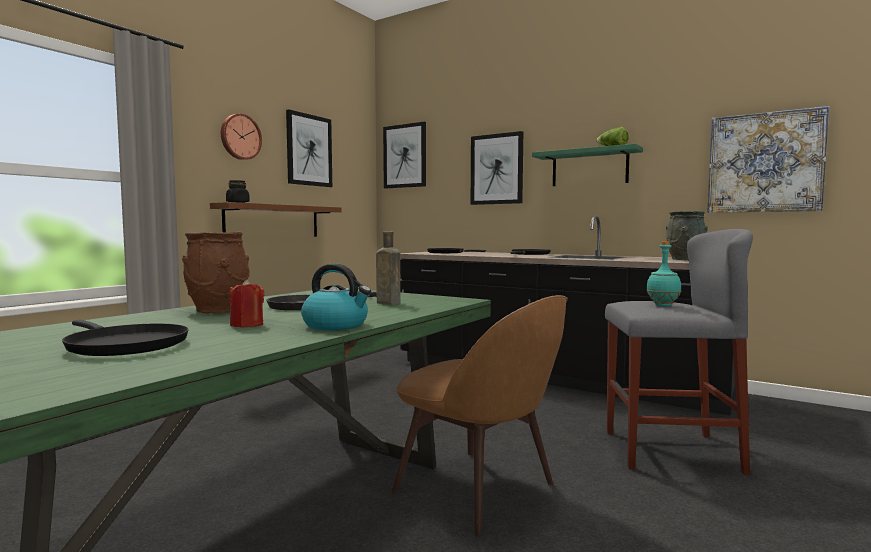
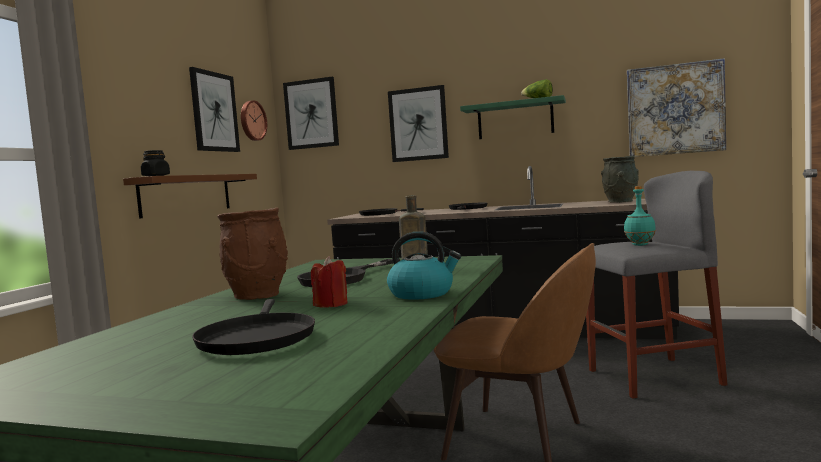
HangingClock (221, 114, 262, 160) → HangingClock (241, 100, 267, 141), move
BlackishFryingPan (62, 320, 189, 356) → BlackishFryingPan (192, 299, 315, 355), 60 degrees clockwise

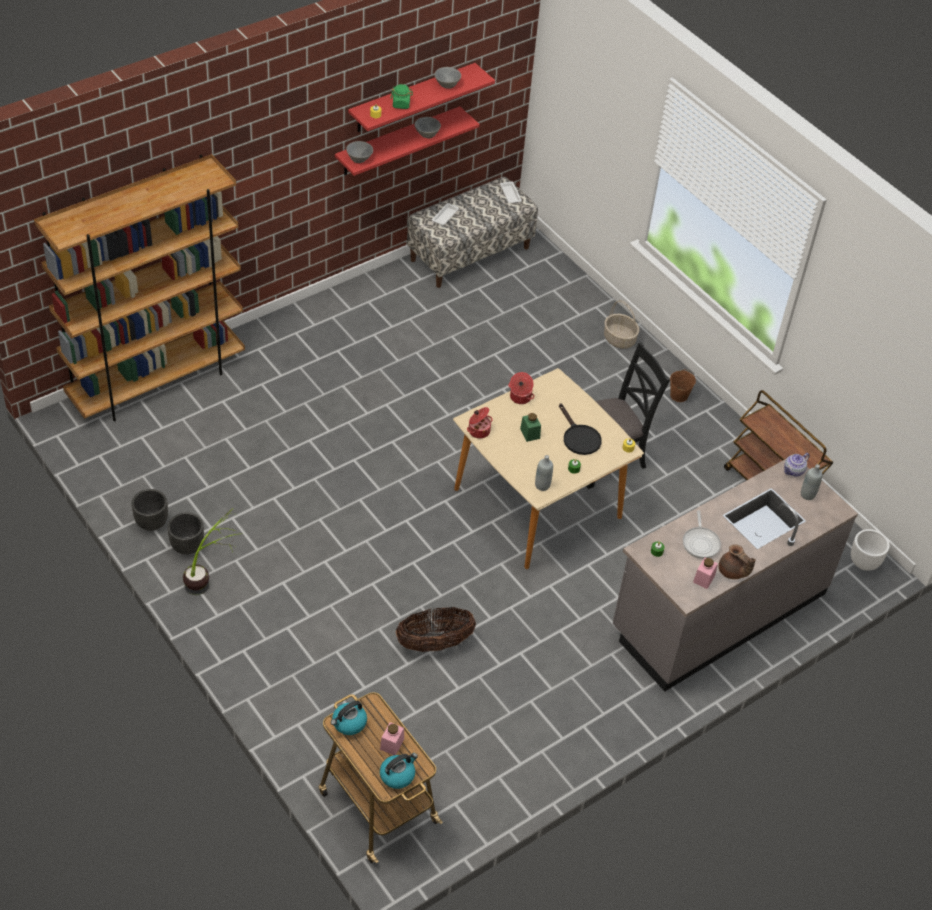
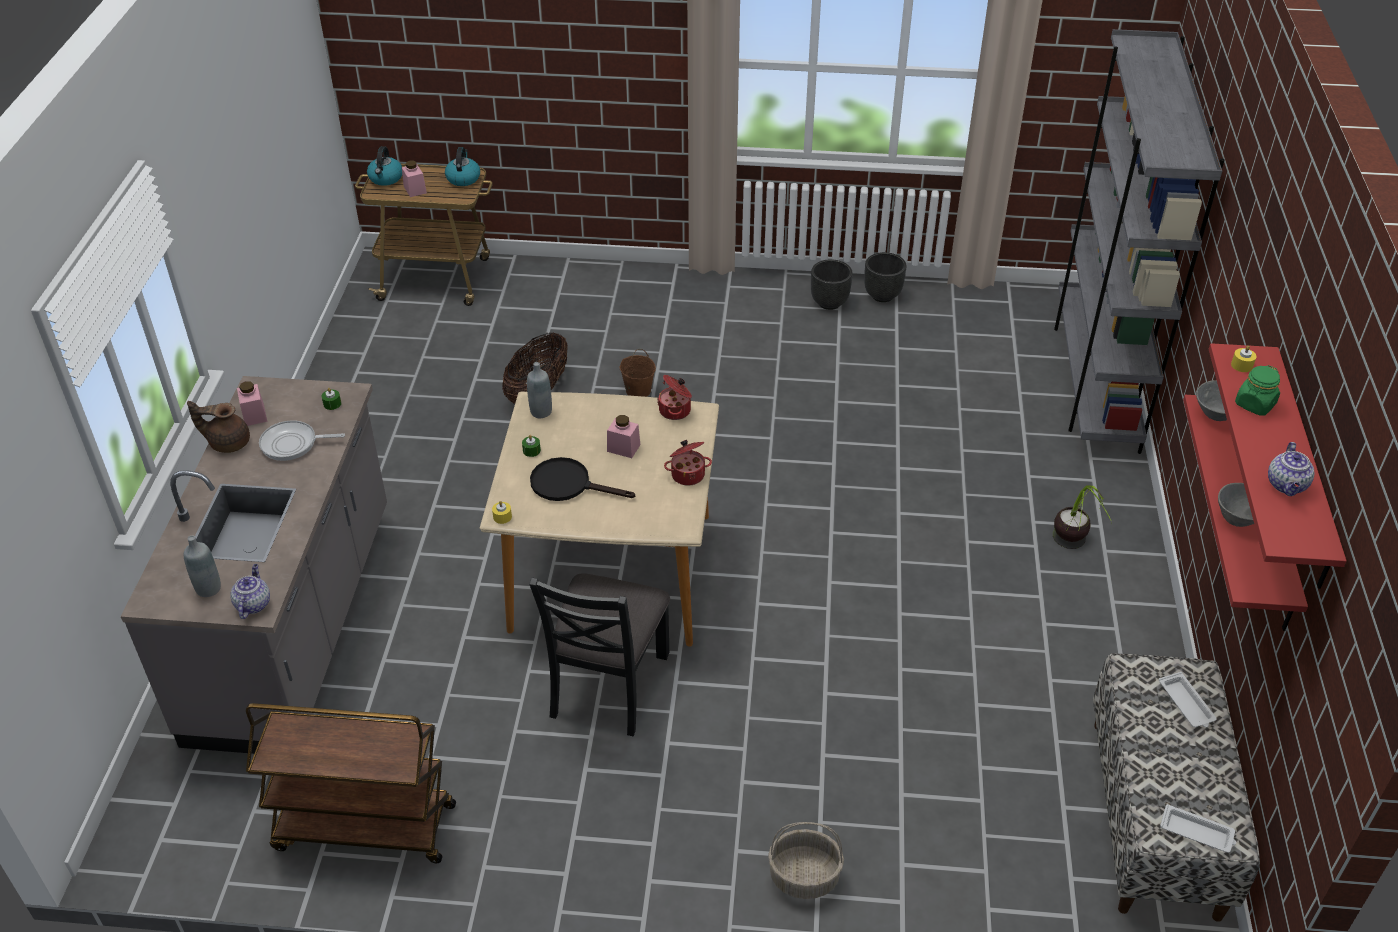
GrayServingBowl (434, 67, 461, 89) → Teapot (1268, 442, 1314, 496)
BrownShelvingUnit (34, 154, 245, 421) → GrayShelvingUnit (1054, 29, 1225, 454)
BrownWaterBucket (670, 369, 696, 402) → BrownWaterBucket (620, 349, 656, 397), move
GreenColouredJar (520, 413, 541, 442) → PinkColouredJar (607, 415, 640, 458)
PottedPlant (183, 508, 237, 595) → PottedPlant (1053, 486, 1112, 549), move
FryingPan (683, 510, 721, 559) → FryingPan (259, 420, 345, 461), 45 degrees counterclockwise
WhitishPlantPot (851, 529, 890, 570) → -

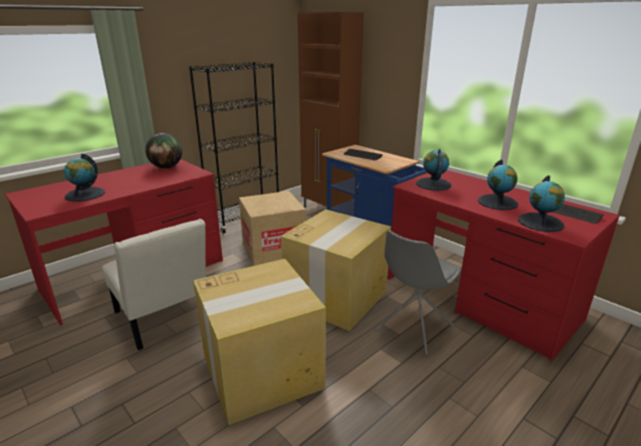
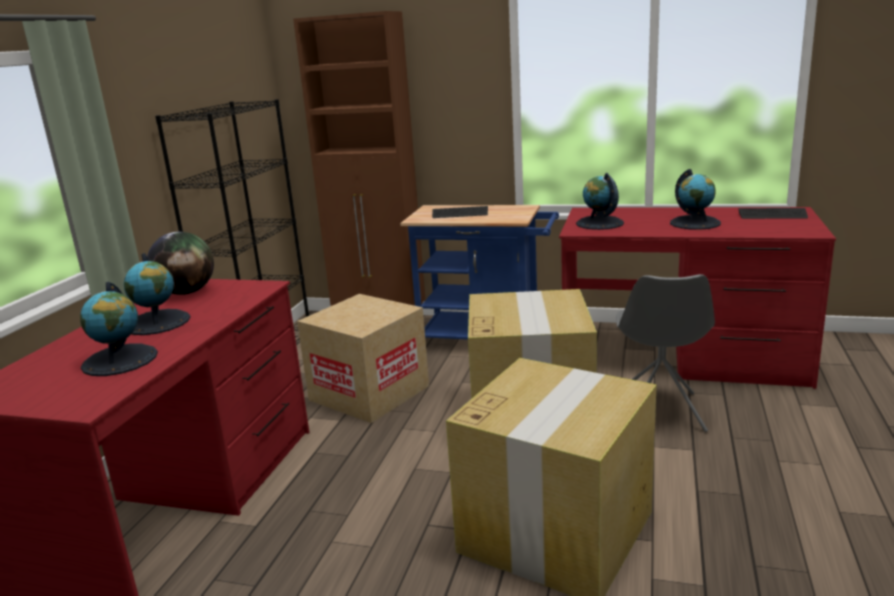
Globe (518, 175, 565, 232) → Globe (124, 253, 190, 335), move
WhitishUprightChair (102, 219, 206, 350) → -

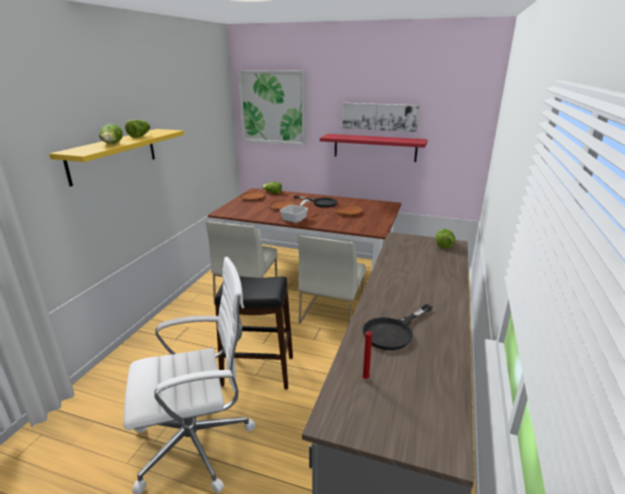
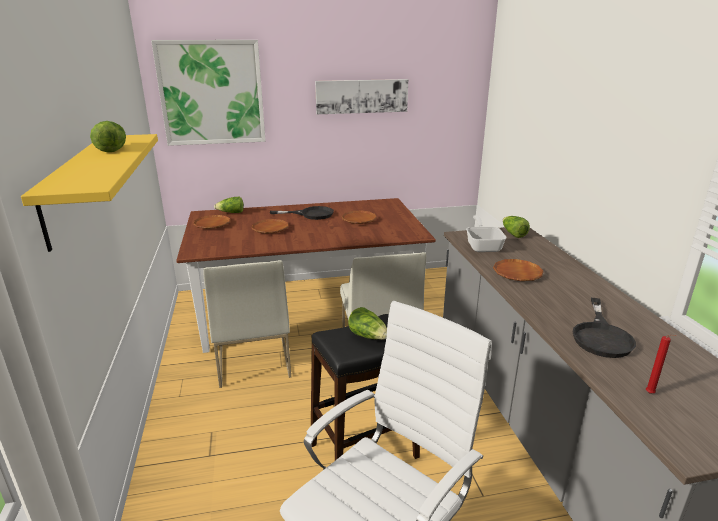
LettuceHead (99, 124, 123, 144) → LettuceHead (348, 307, 387, 340), move
RedShelf (320, 134, 428, 162) → -
FryingPan (280, 199, 310, 223) → FryingPan (466, 215, 507, 252), move
- → BrownFlatDish (493, 259, 544, 281)

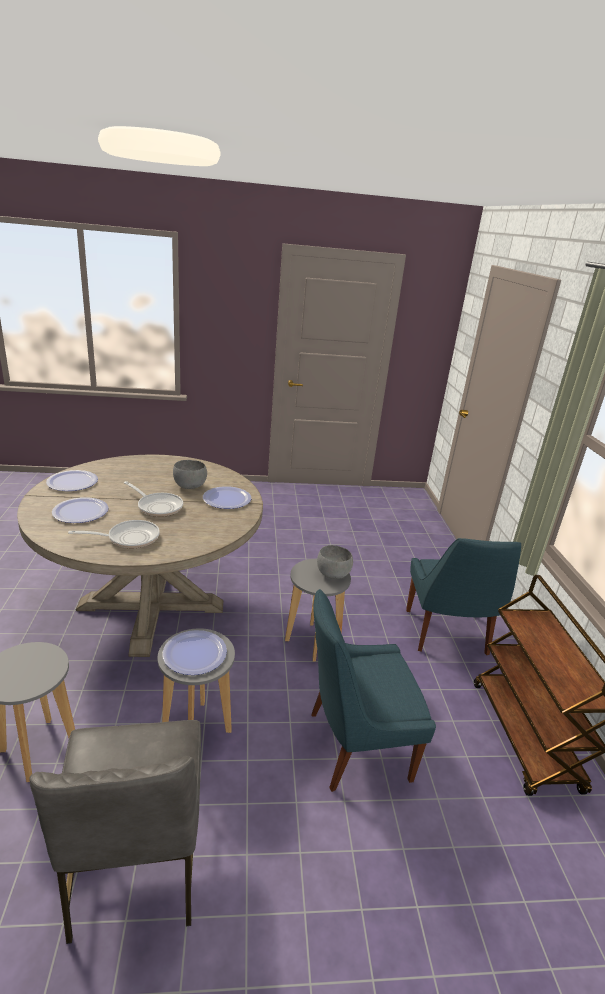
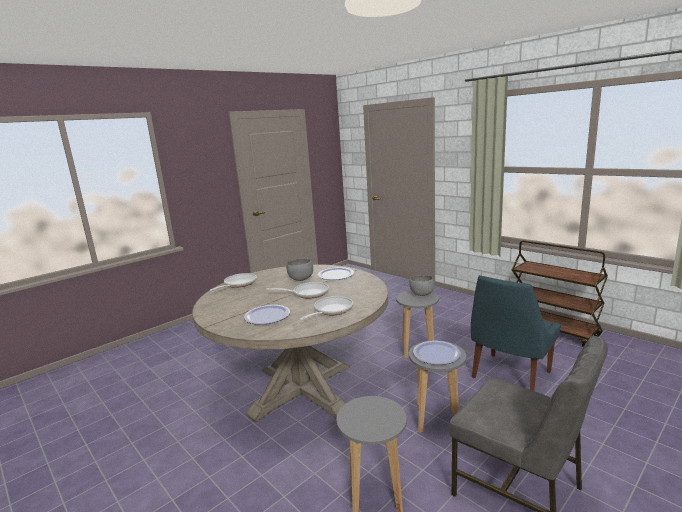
FlatDish (46, 470, 98, 491) → -
BluishUprightChair (406, 538, 521, 655) → -
- → FryingPan (210, 273, 257, 291)

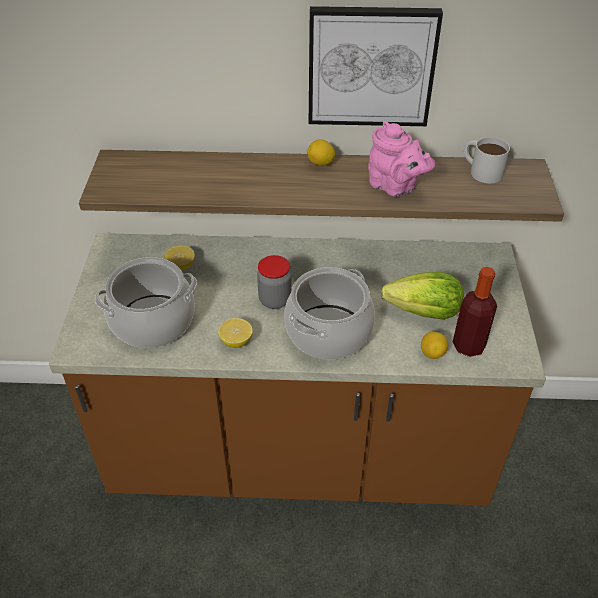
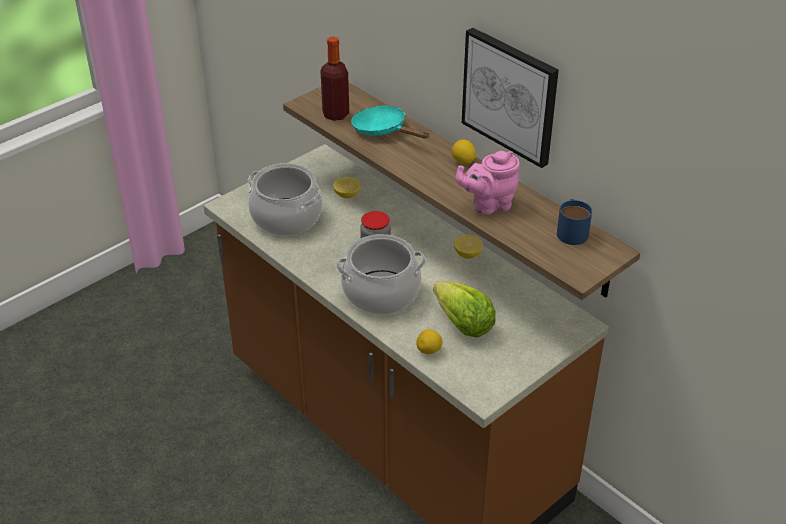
PinkColouredTeapot (368, 121, 435, 197) → PinkColouredTeapot (456, 151, 520, 215), 75 degrees clockwise
WhitishMug (464, 137, 510, 183) → BluishMug (557, 199, 592, 245)
BeverageBottle (453, 267, 497, 357) → BeverageBottle (320, 37, 349, 121), move
Lemon (218, 318, 253, 348) → Lemon (454, 235, 483, 259), move
- → TurquoiseFryingPan (351, 106, 429, 139)

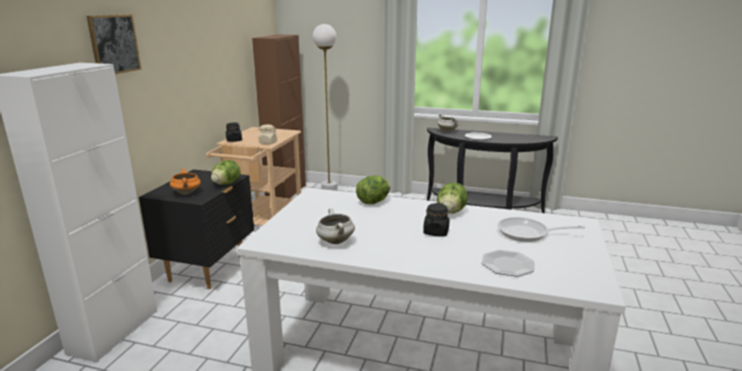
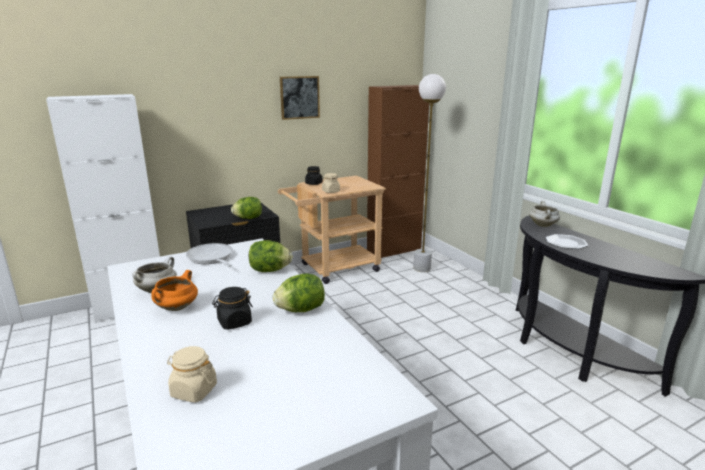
WallPicture (87, 14, 141, 74) → WallPicture (280, 76, 320, 120), move
OrangeCookingPot (170, 168, 201, 194) → OrangeCookingPot (151, 270, 198, 311), move
FryingPan (497, 217, 585, 242) → FryingPan (186, 243, 233, 267), move
FlatDish (482, 250, 534, 277) → BeigeJar (167, 346, 217, 403)

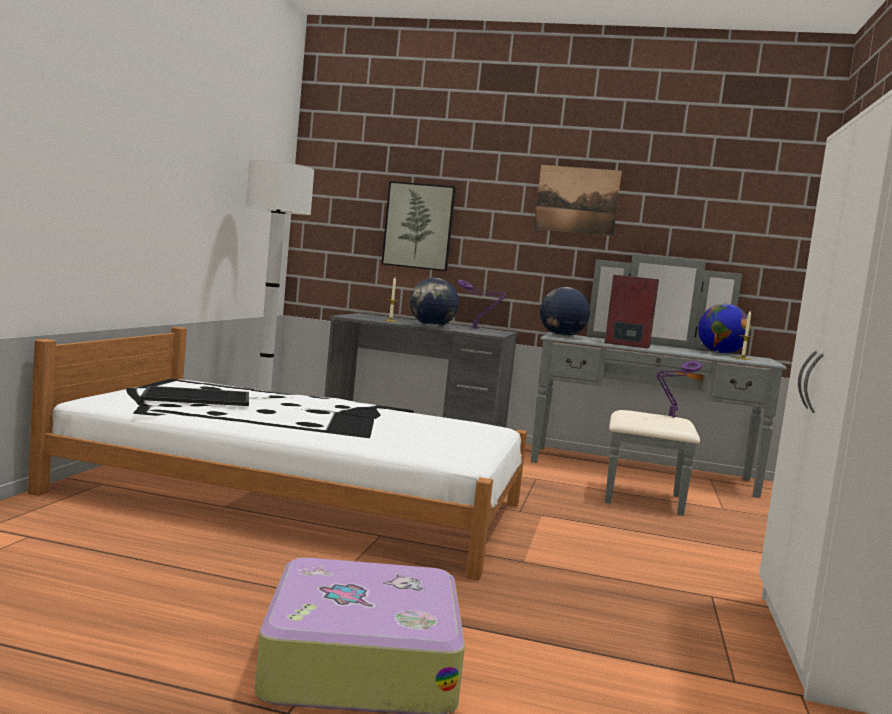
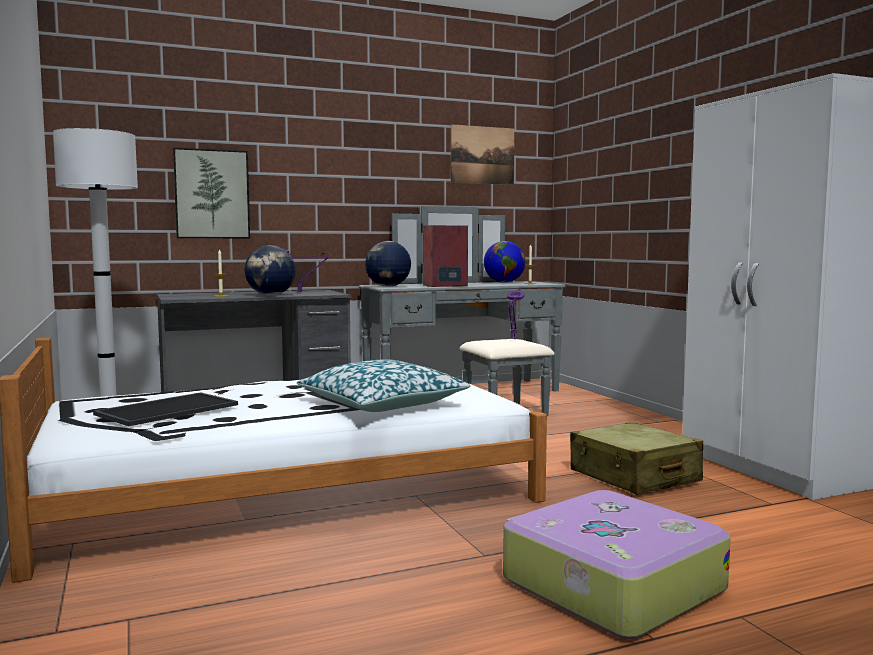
WallPicture (534, 165, 622, 236) → WallPicture (451, 124, 514, 185), move
- → Pillow (297, 359, 470, 412)
- → BeigeSuitcase (570, 422, 703, 495)

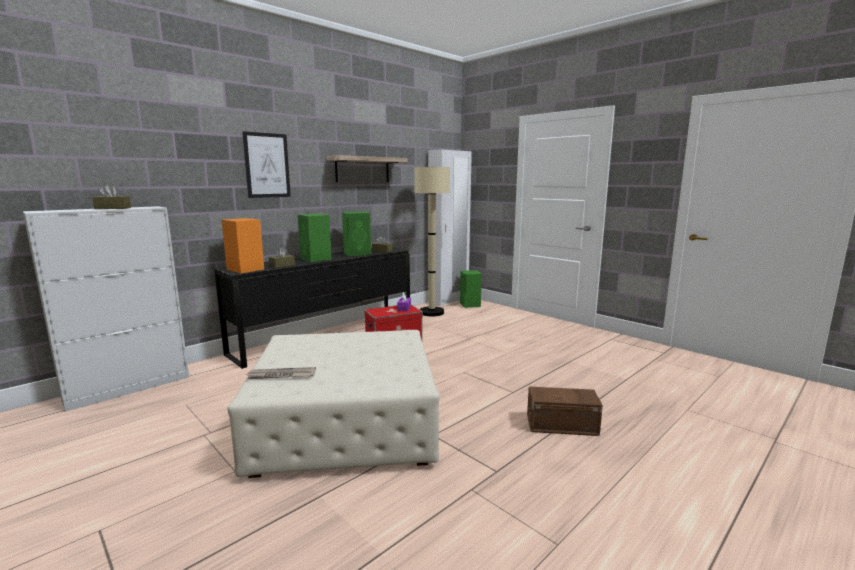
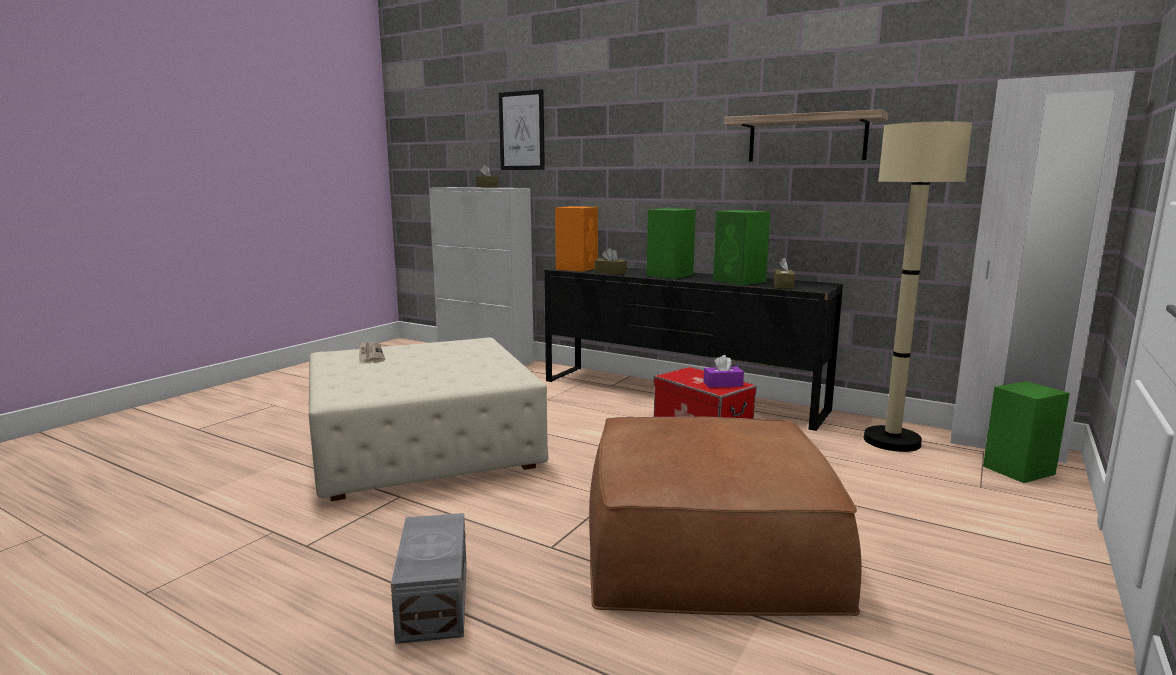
WallPicture (242, 131, 291, 198) → WallPicture (499, 89, 545, 170), move
BrownStorageBin (527, 387, 603, 436) → GrayStorageBin (391, 513, 466, 644)
- → BrownFootrest (589, 416, 861, 616)

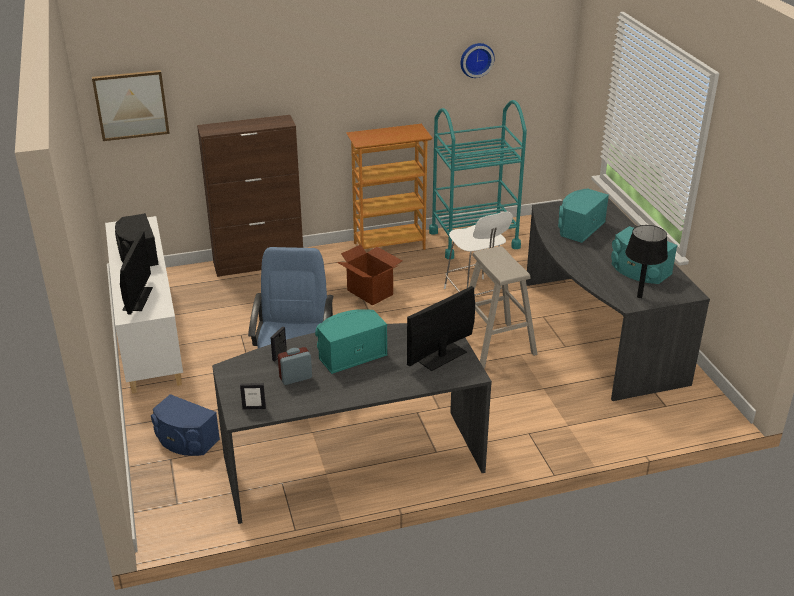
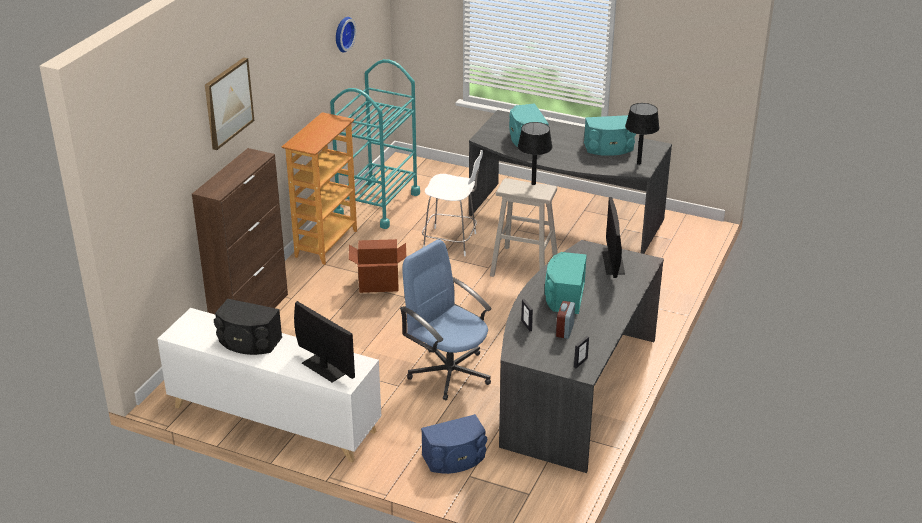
WallPicture (92, 70, 170, 141) → WallPicture (205, 57, 254, 150), move
- → BlackishTableLamp (518, 122, 553, 185)

